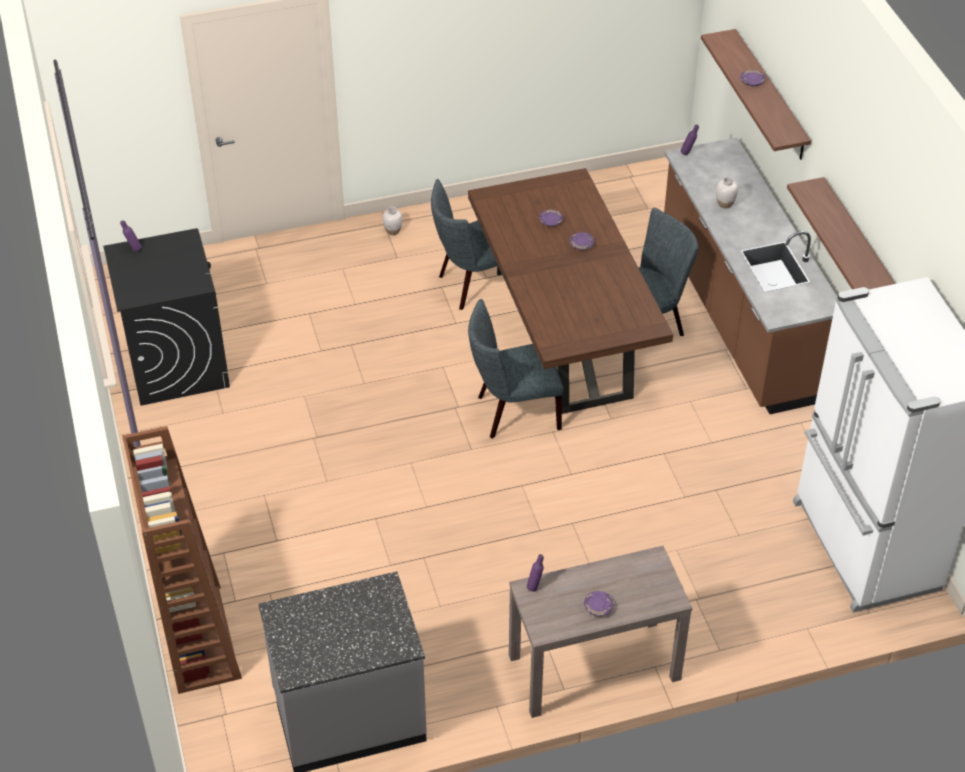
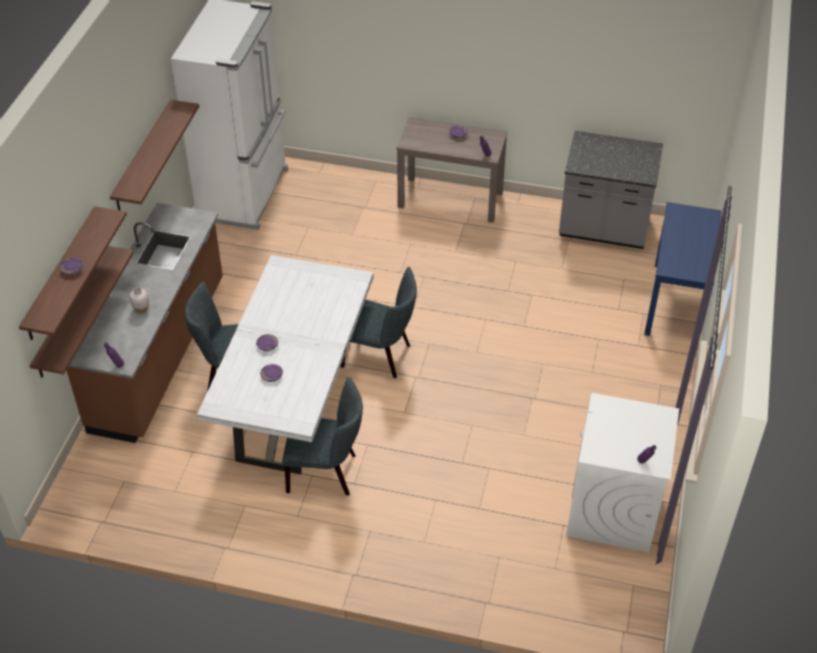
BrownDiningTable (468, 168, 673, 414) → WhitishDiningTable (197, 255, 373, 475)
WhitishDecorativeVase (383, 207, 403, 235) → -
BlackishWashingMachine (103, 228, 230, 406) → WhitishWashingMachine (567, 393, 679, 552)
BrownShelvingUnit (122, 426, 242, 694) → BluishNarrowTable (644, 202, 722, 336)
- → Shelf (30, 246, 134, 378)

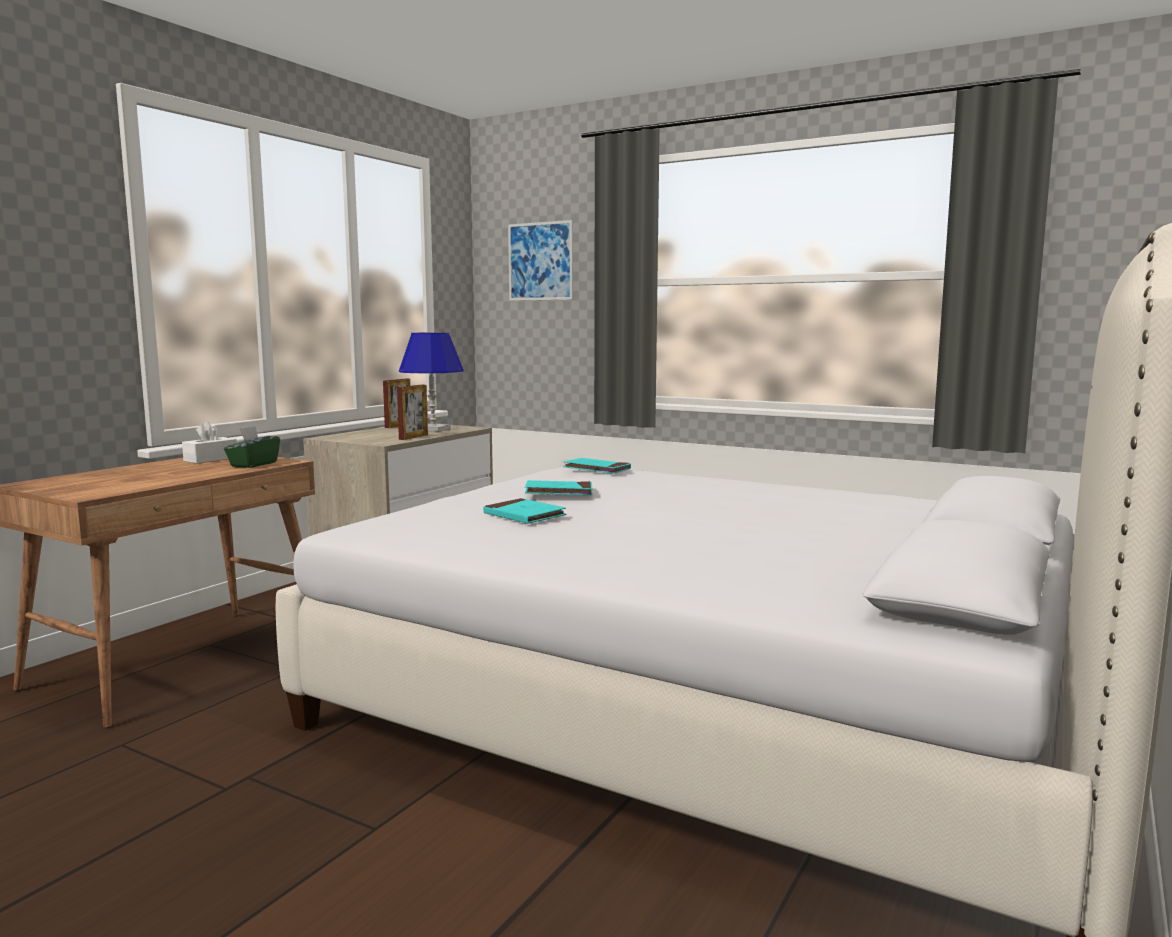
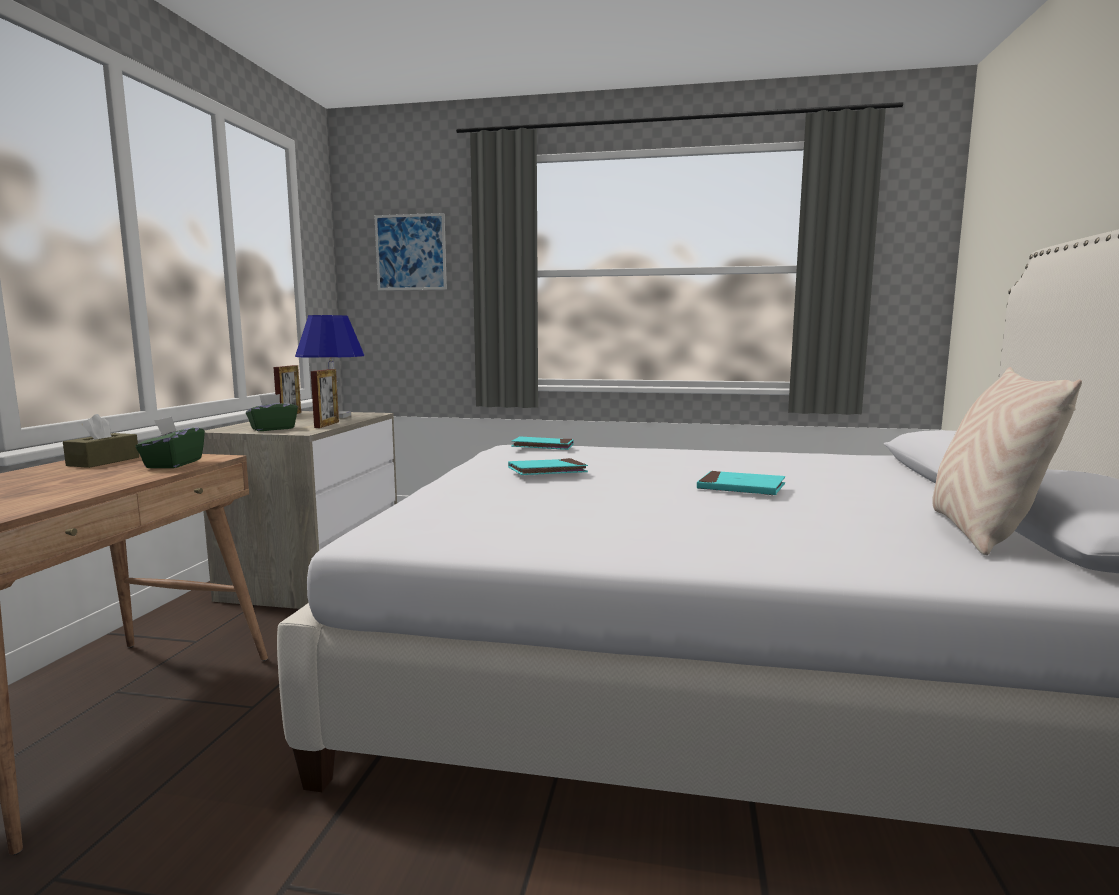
WhitishBoxOfTissues (182, 421, 237, 464) → BrownBoxOfTissues (63, 414, 139, 468)
TurquoiseBoundBook (483, 498, 567, 524) → TurquoiseBoundBook (697, 471, 785, 495), move
- → BeigePillow (932, 367, 1082, 555)
- → GreenColouredBoxOfTissues (246, 394, 298, 431)

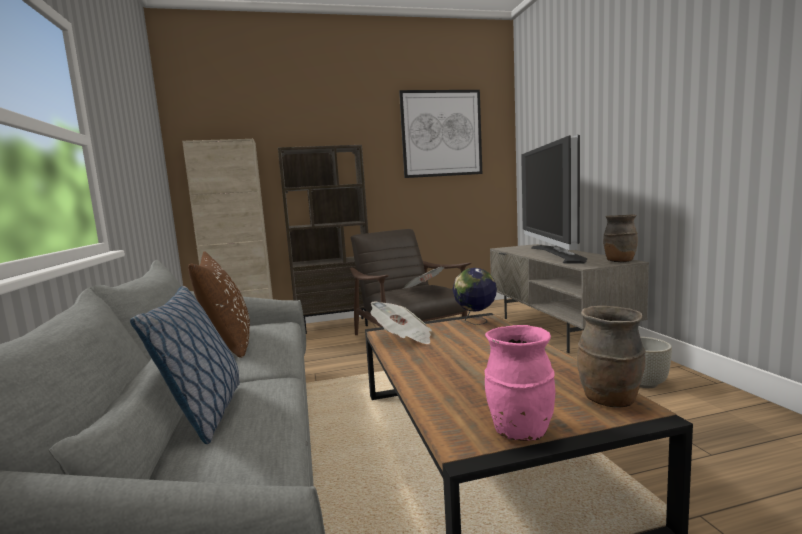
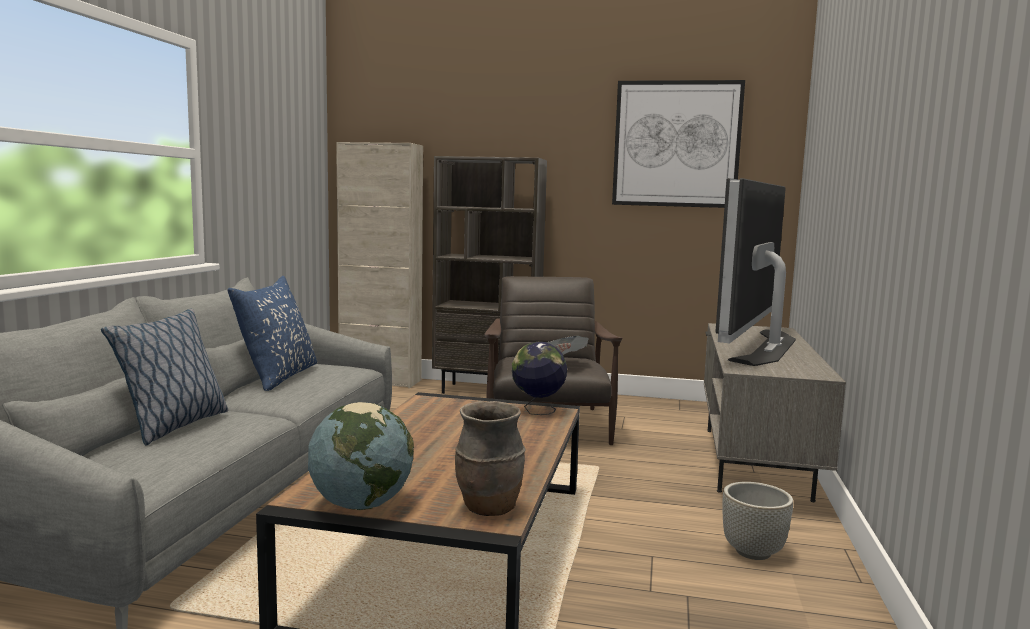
BrownDecorativeVase (603, 214, 638, 262) → -
BrownPillow (188, 251, 250, 358) → BluishPillow (228, 276, 317, 391)
PrintedPaper (370, 301, 432, 344) → -
PinkColouredDecorativeVase (484, 325, 556, 441) → Globe (308, 402, 414, 510)

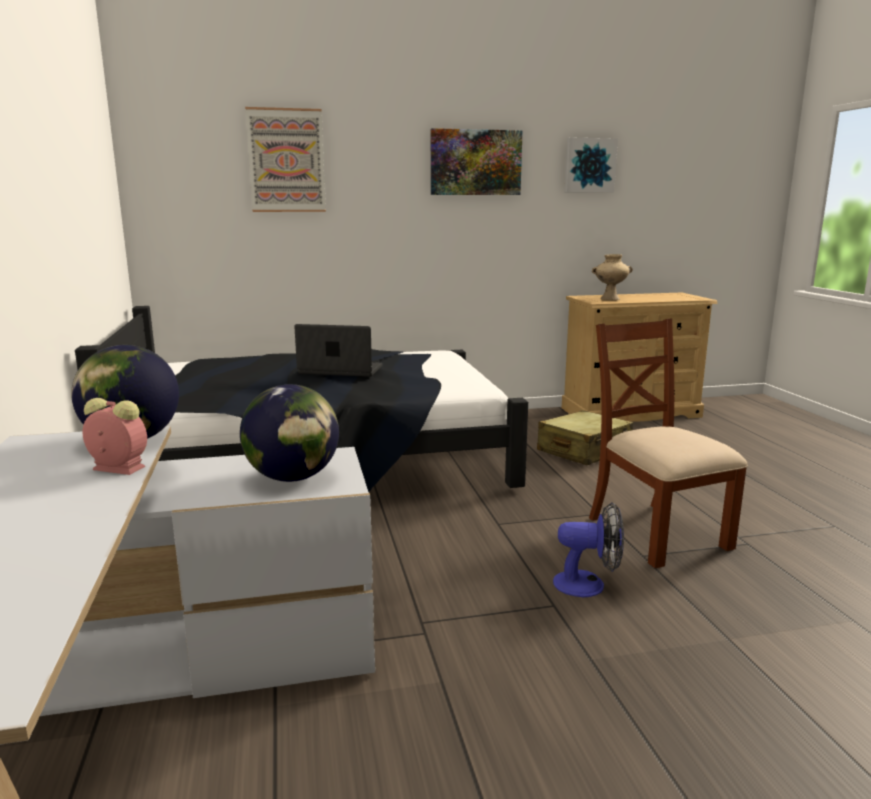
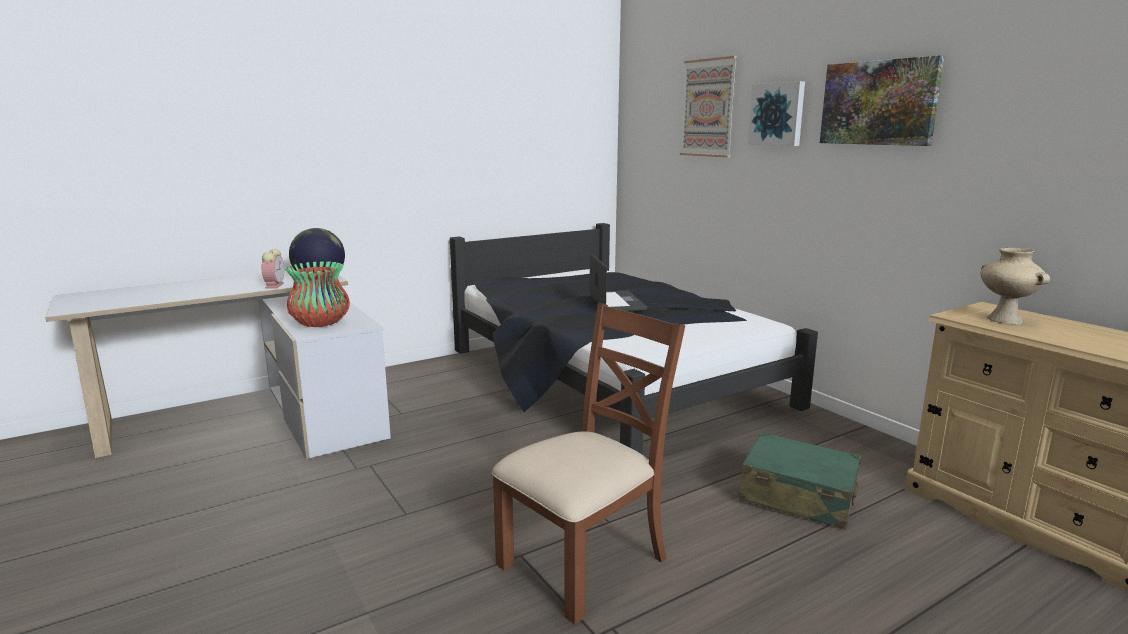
WallPicture (564, 138, 618, 193) → WallPicture (748, 81, 805, 146), move
Globe (240, 384, 339, 482) → DecorativeVase (285, 261, 350, 327)
BeigeSuitcase (537, 410, 633, 465) → GreenColouredSuitcase (738, 432, 861, 530)
ElectricFan (553, 502, 624, 597) → -

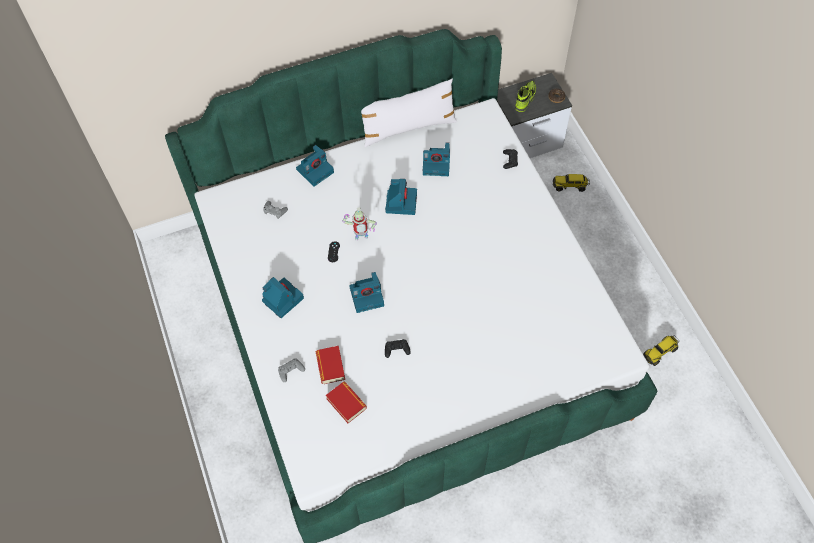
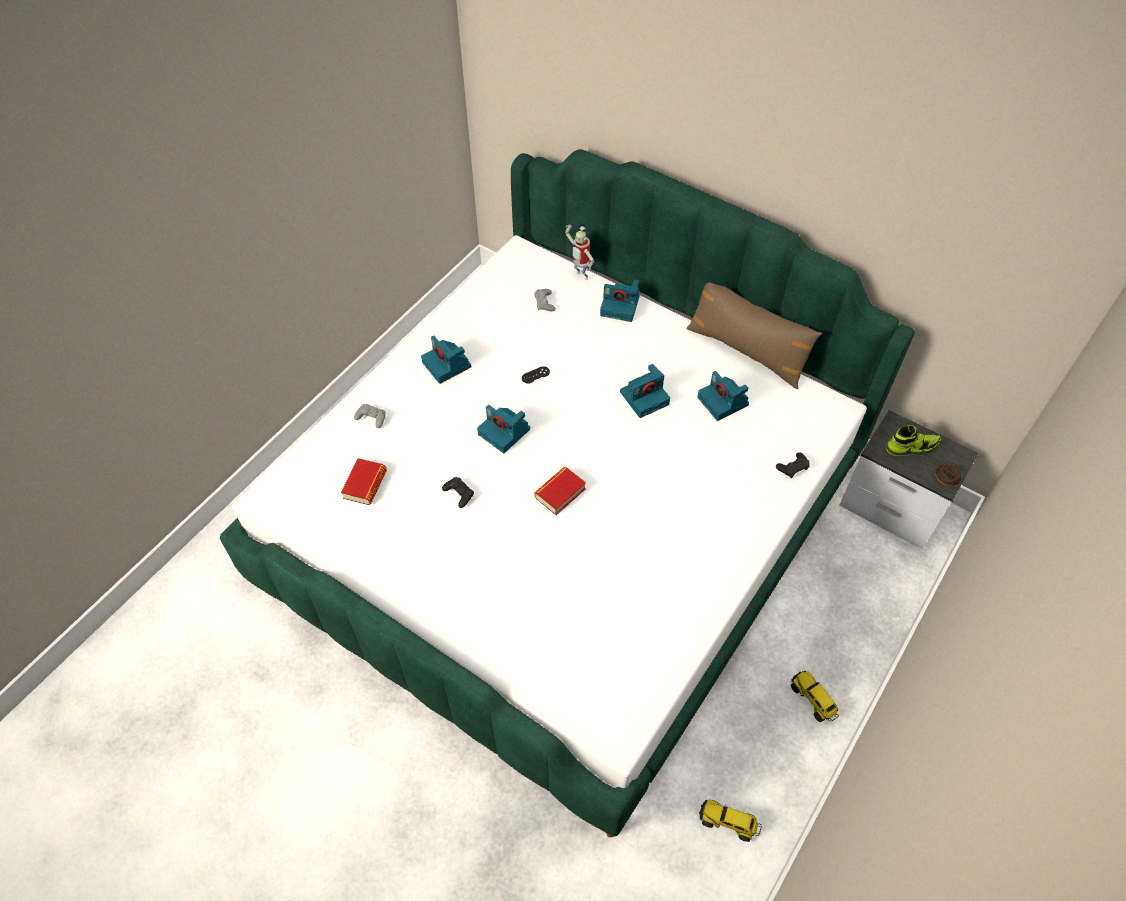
WhitishPillow (361, 79, 458, 147) → BrownPillow (686, 283, 822, 389)
ToyTruck (553, 174, 590, 192) → ToyTruck (791, 671, 839, 722), move
ToyRobot (342, 207, 377, 241) → ToyRobot (565, 225, 594, 280), move
StillCamera (262, 277, 304, 318) → StillCamera (421, 336, 471, 384), 135 degrees clockwise
BoundBook (316, 346, 345, 384) → BoundBook (534, 467, 586, 515), move

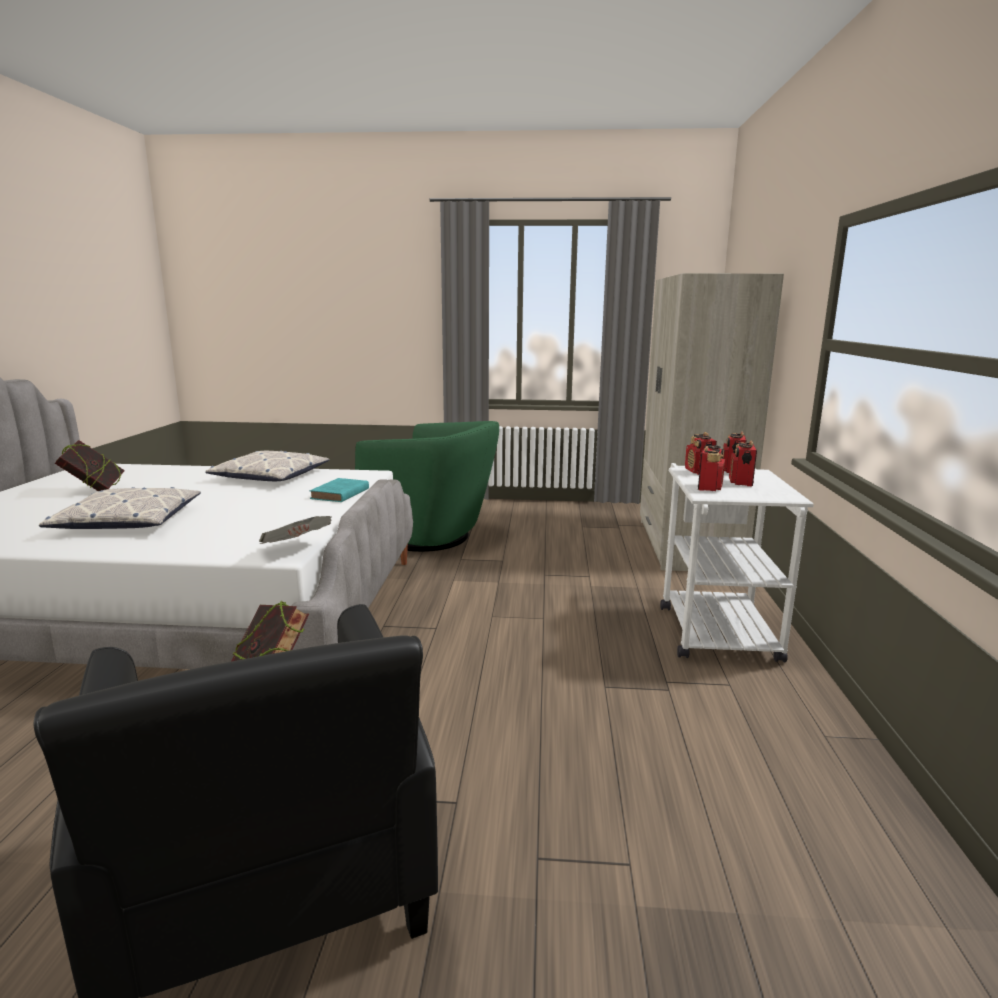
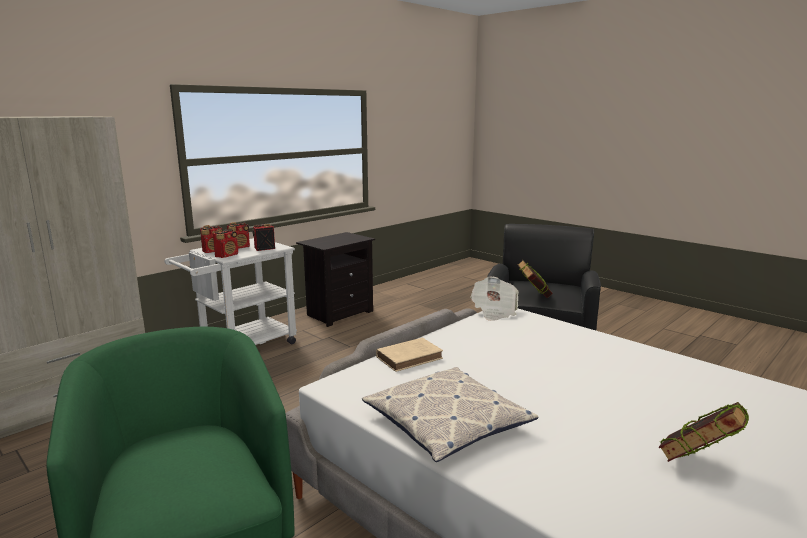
TurquoiseBoundBook (310, 478, 369, 502) → BeigeBoundBook (376, 338, 443, 372)
Pillow (39, 487, 201, 529) → -
- → BlackishNightstand (296, 232, 375, 327)

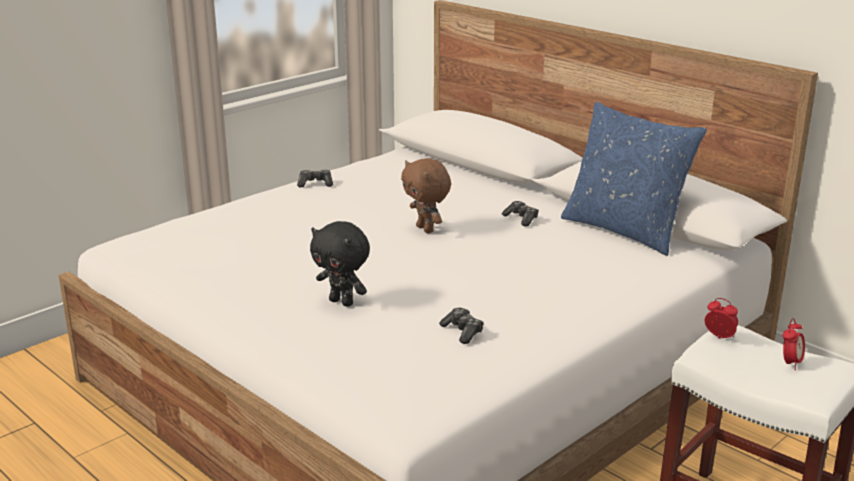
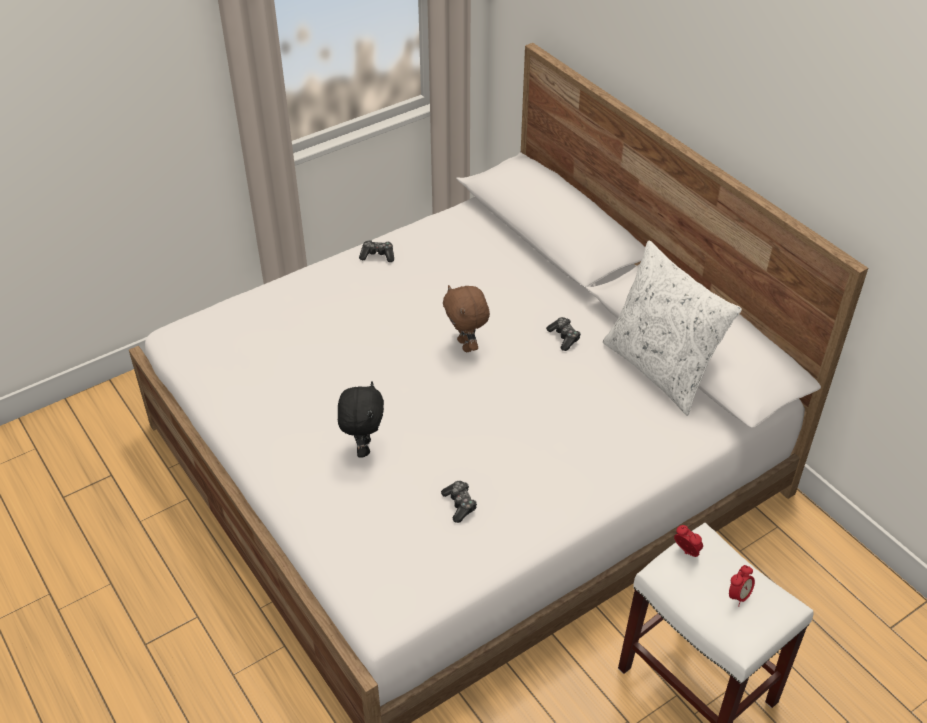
BluishPillow (561, 102, 707, 256) → WhitishPillow (603, 240, 742, 416)
BlackishSoftToy (310, 221, 370, 307) → BlackishSoftToy (338, 381, 384, 457), 135 degrees counterclockwise

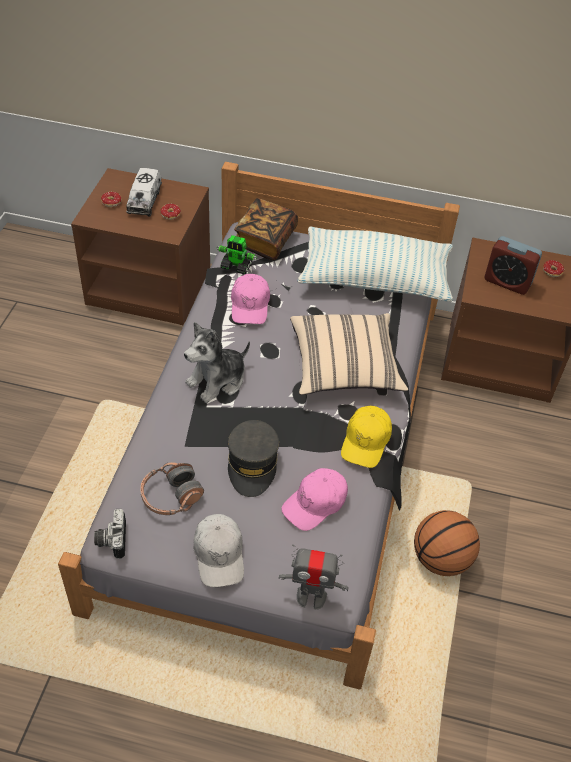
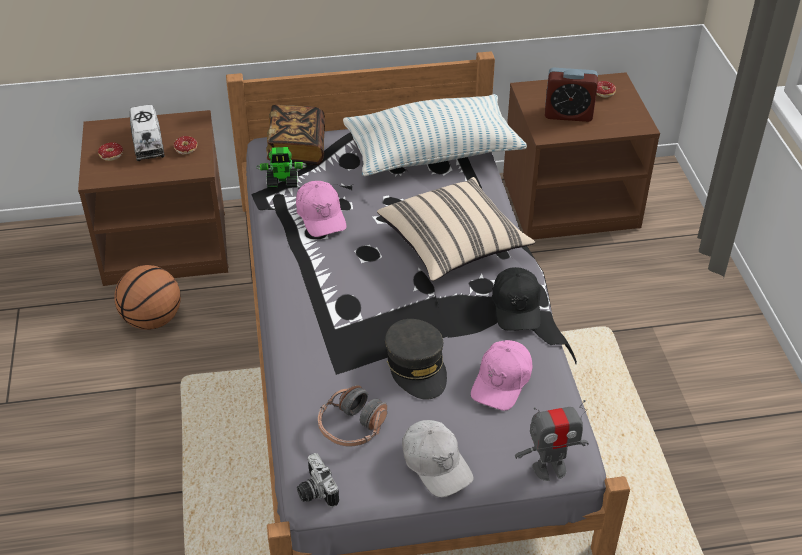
SoftToy (184, 322, 250, 403) → -
YellowishCap (341, 406, 392, 468) → BlackishCap (492, 267, 541, 331)
Basketball (414, 510, 480, 576) → Basketball (114, 265, 181, 330), move

